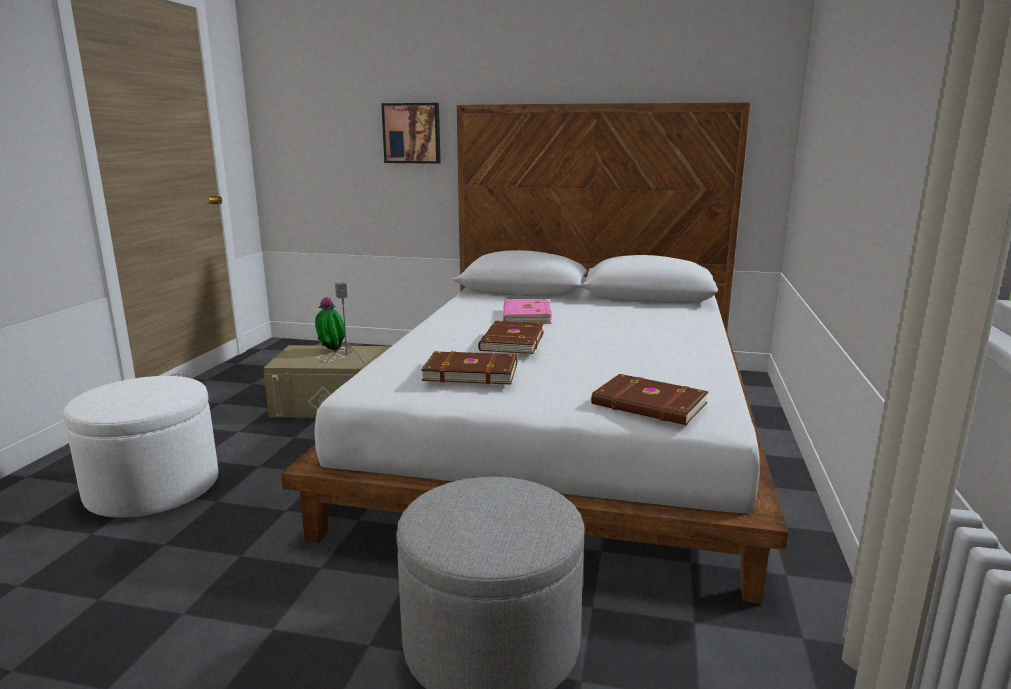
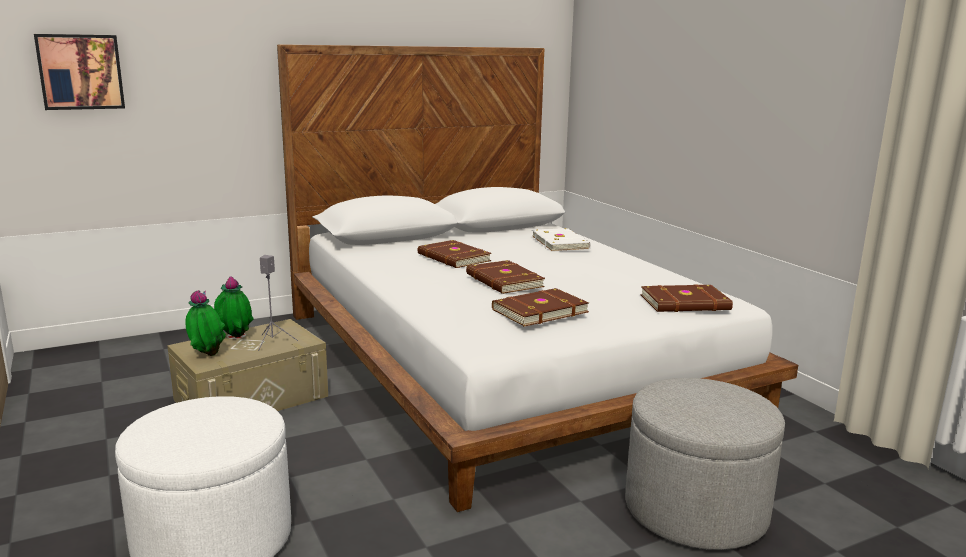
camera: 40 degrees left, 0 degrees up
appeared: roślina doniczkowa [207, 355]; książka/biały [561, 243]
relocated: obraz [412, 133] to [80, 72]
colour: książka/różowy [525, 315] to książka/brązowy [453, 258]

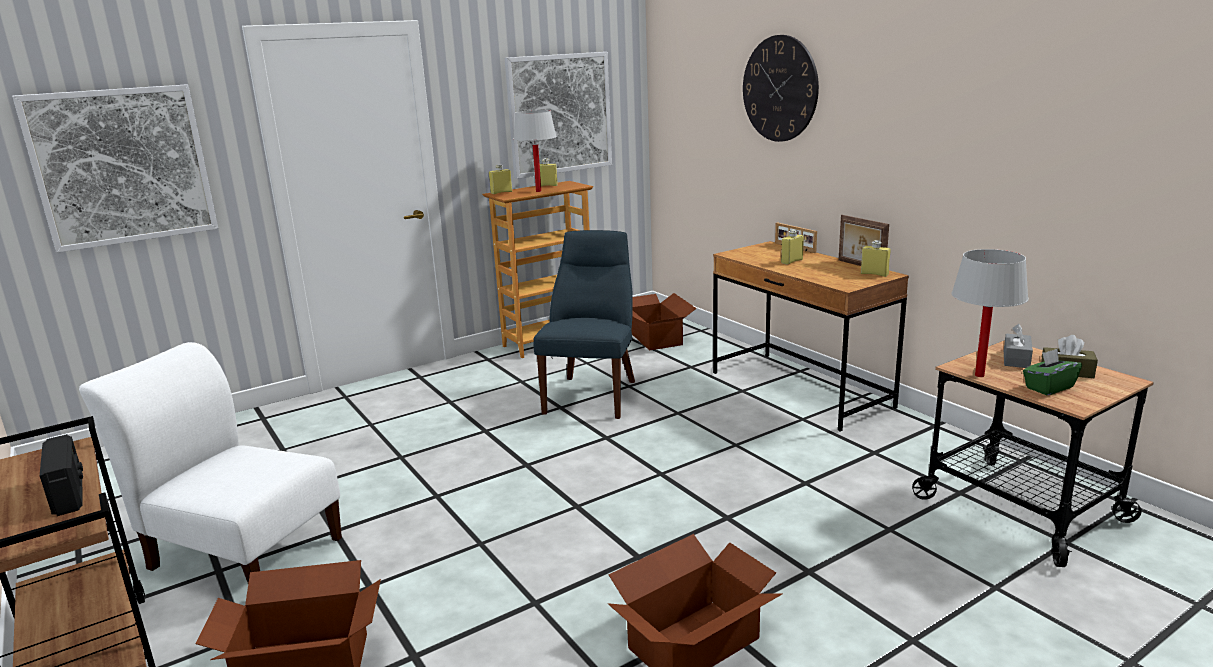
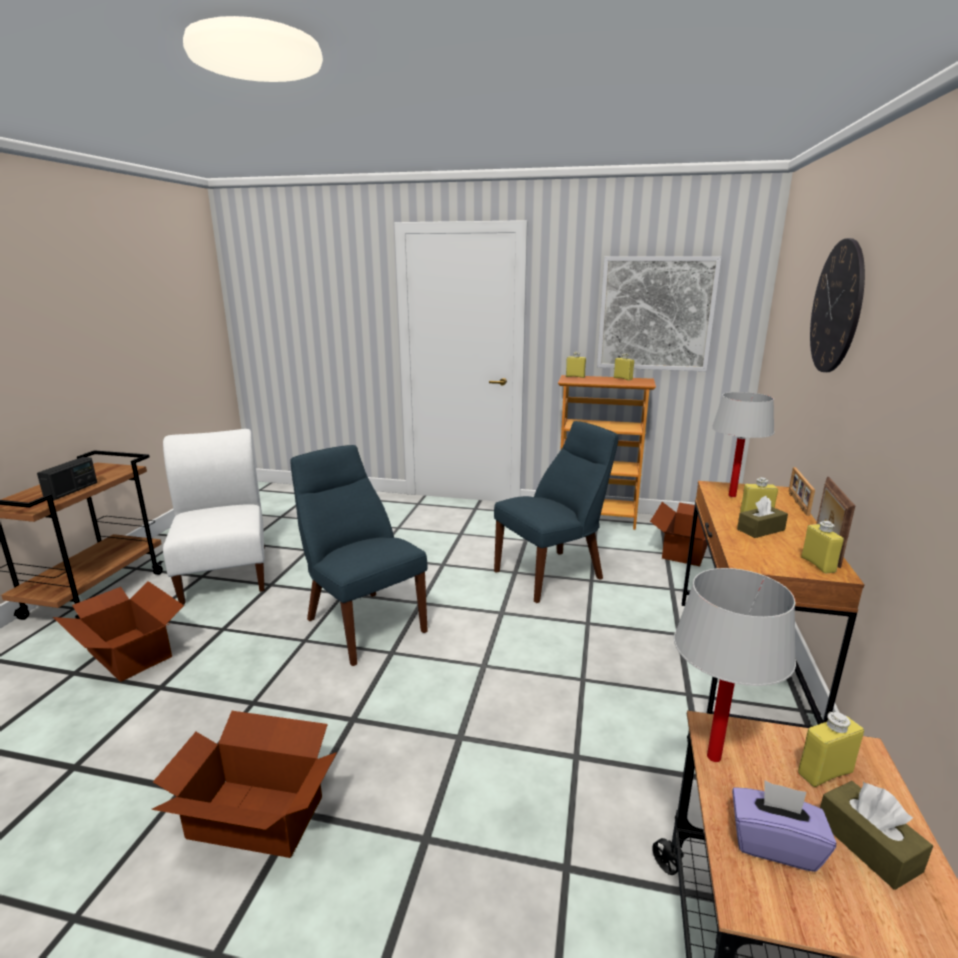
camera: 45 degrees right, 0 degrees up
missing: obraz [122, 166]
appeared: krzesło/niebieski [362, 623]; pudełko chusteczek/brązowy [760, 530]
relocated: lampa stołowa/biały [538, 191] to [732, 496]
exchanged: pudełko chusteczek/szary [1016, 359] to butelka/żółty [825, 772]
colour: pudełko chusteczek/zielony [1048, 387] to pudełko chusteczek/fioletowy [774, 843]

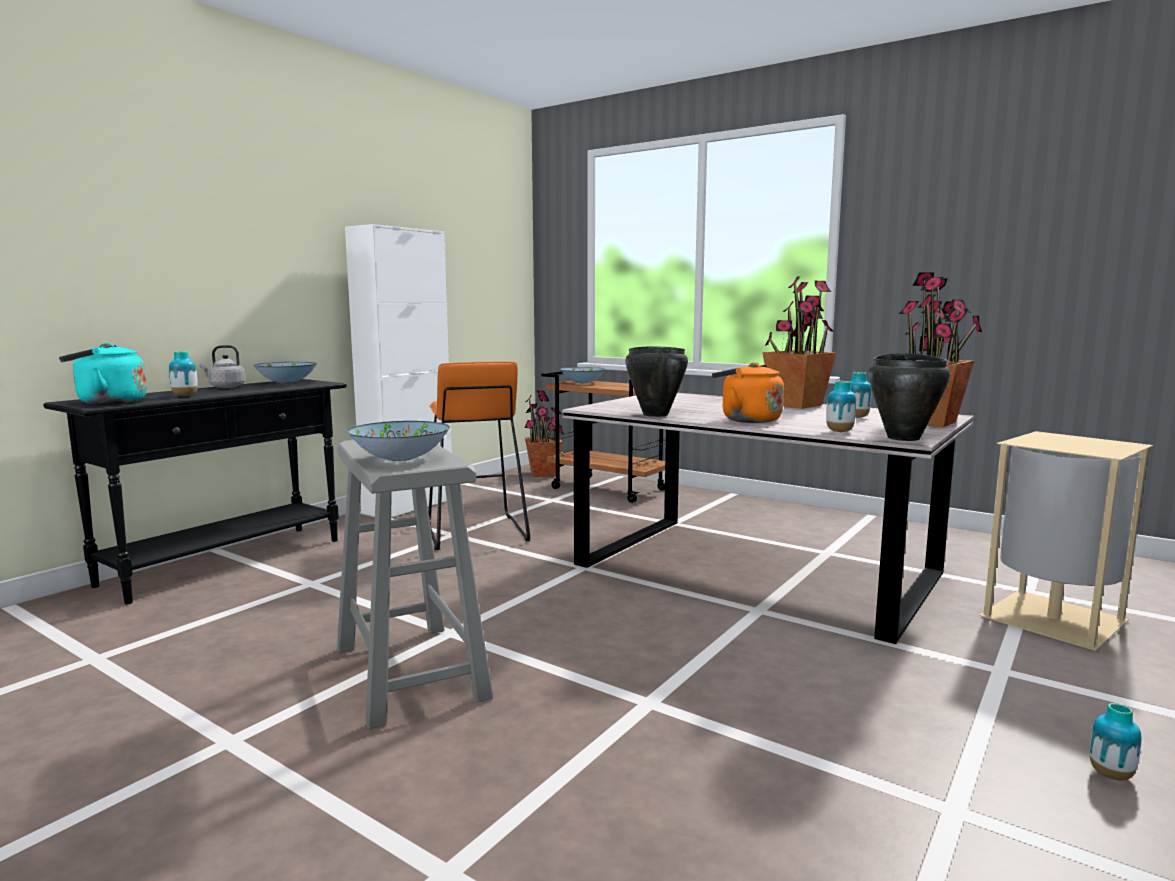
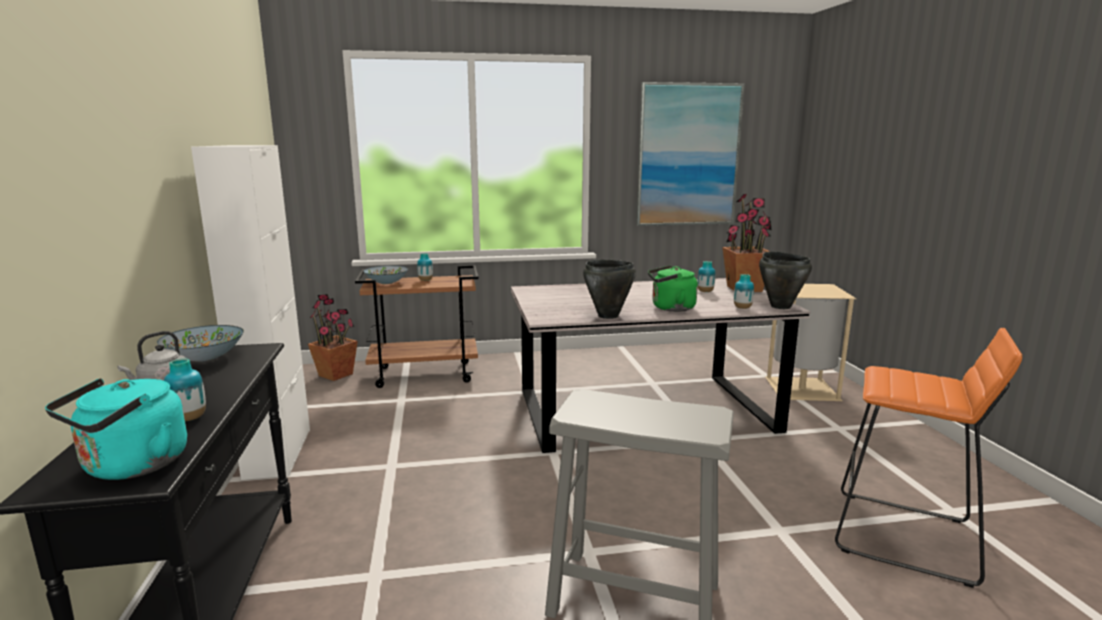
camera: 45 degrees left, 5 degrees up
missing: miska [400, 458]; roślina doniczkowa [796, 405]
appeared: obraz [688, 155]
relocated: stołek/pomarańczowy [475, 532] to [905, 537]; wazon [1110, 774] to [425, 280]
colour: czajnik/pomarańczowy [747, 420] to czajnik/zielony [670, 308]

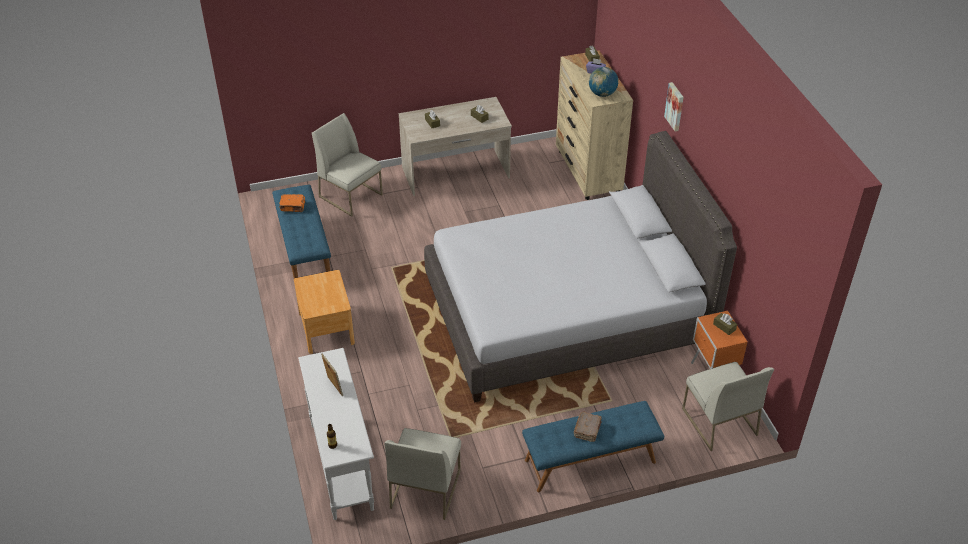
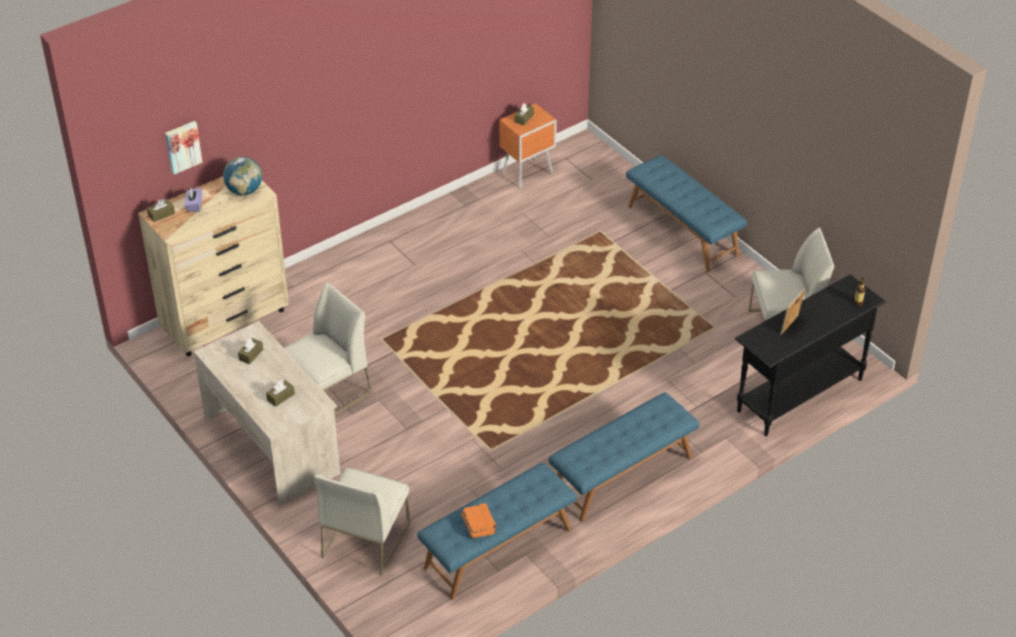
camera: 110 degrees left, 0 degrees up
missing: łóżko/szary [566, 314]; książka/brązowy [587, 430]
relocated: obraz [675, 106] to [182, 146]; krzesło/biały [718, 421] to [328, 392]
exchanged: szafka nocna/brązowy [326, 328] to ławka/niebieski [623, 475]
colour: stolik konsolowy/biały [342, 466] to stolik konsolowy/czarny [799, 395]

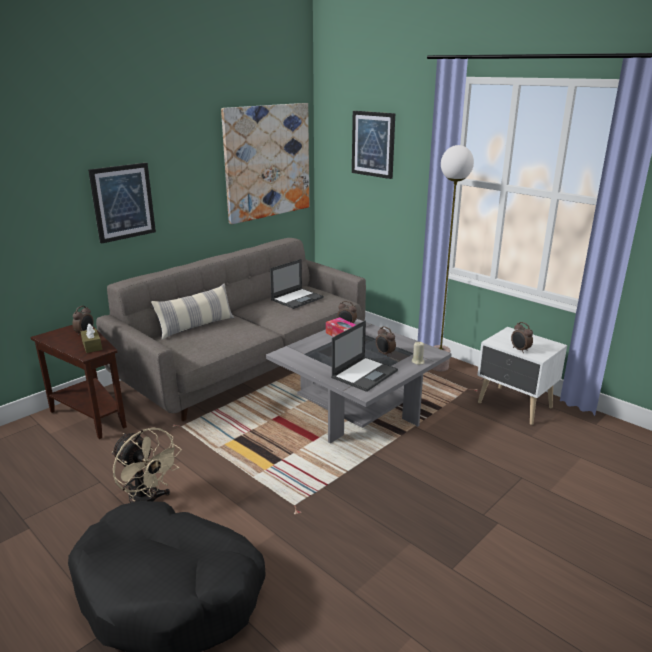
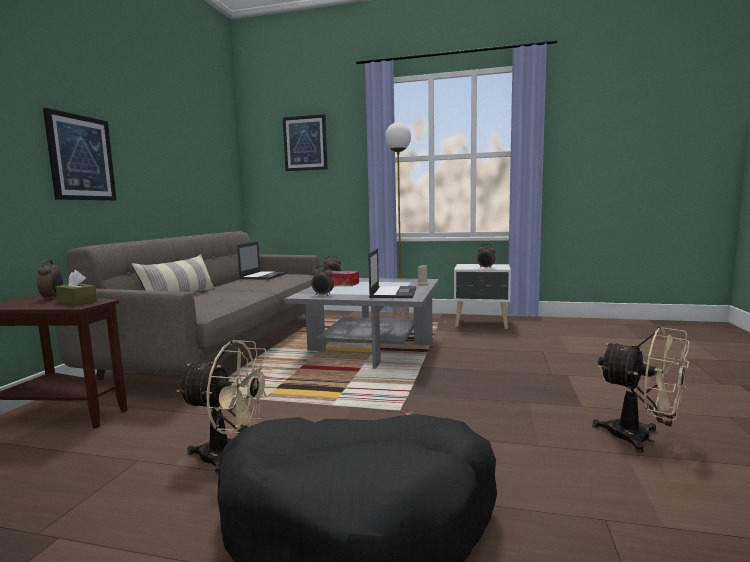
camera: 30 degrees left, 15 degrees down
missing: obraz [267, 162]
appeared: wentylator/beżowy [641, 439]
relocated: budzik [384, 354] to [323, 295]

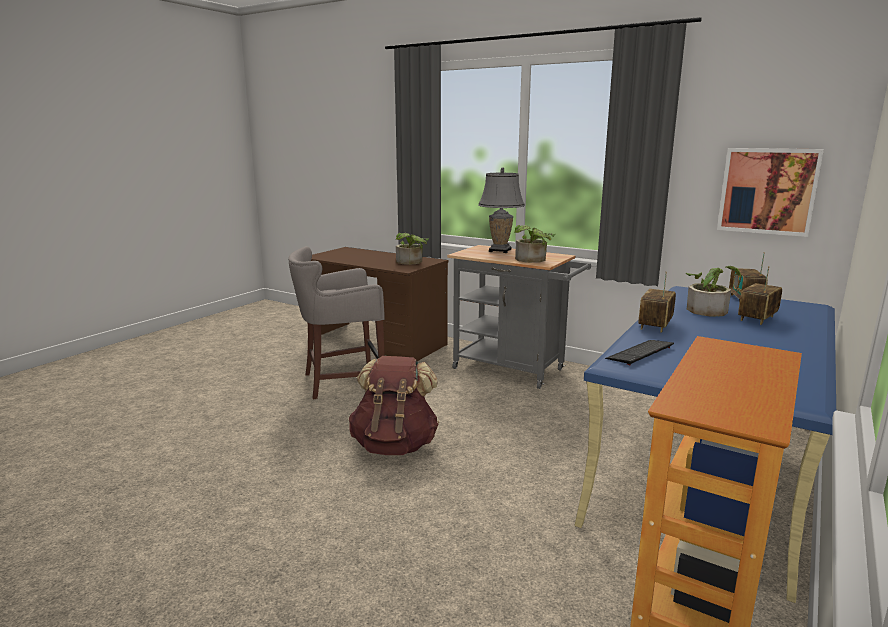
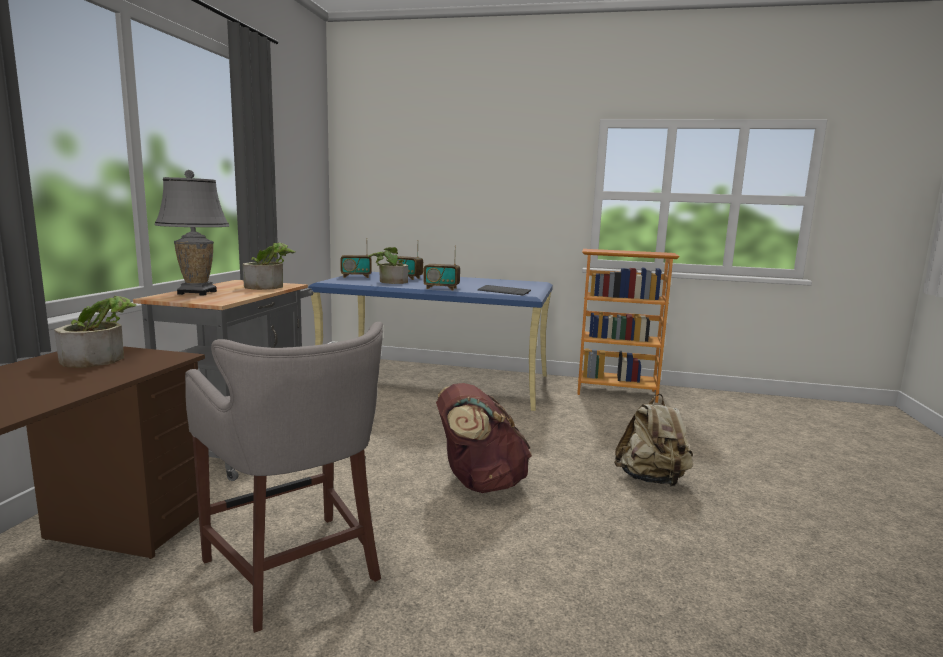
camera: 110 degrees left, 5 degrees down
missing: obraz [767, 191]
appeared: plecak/beżowy [651, 480]

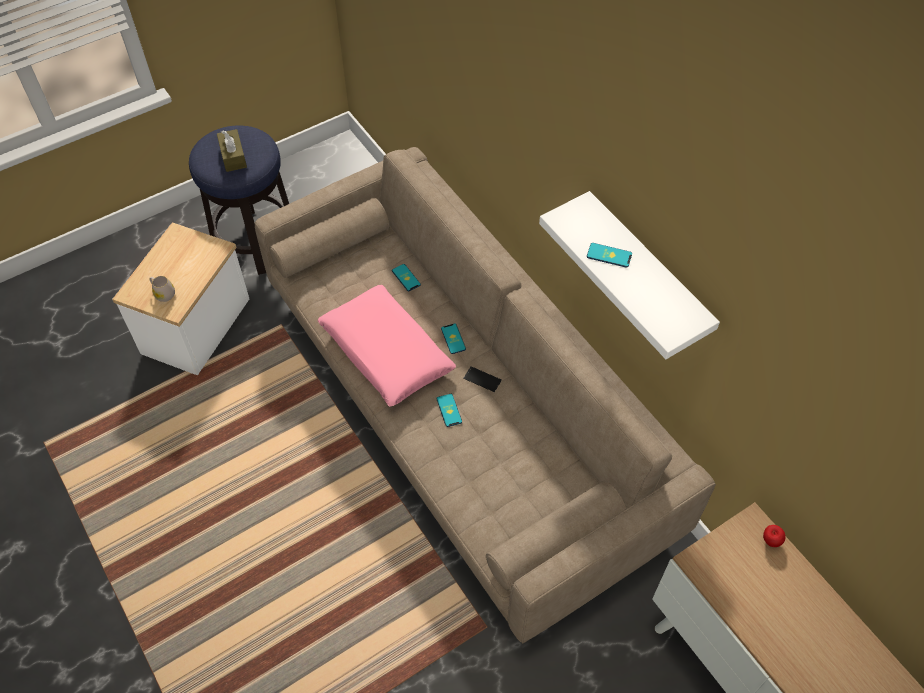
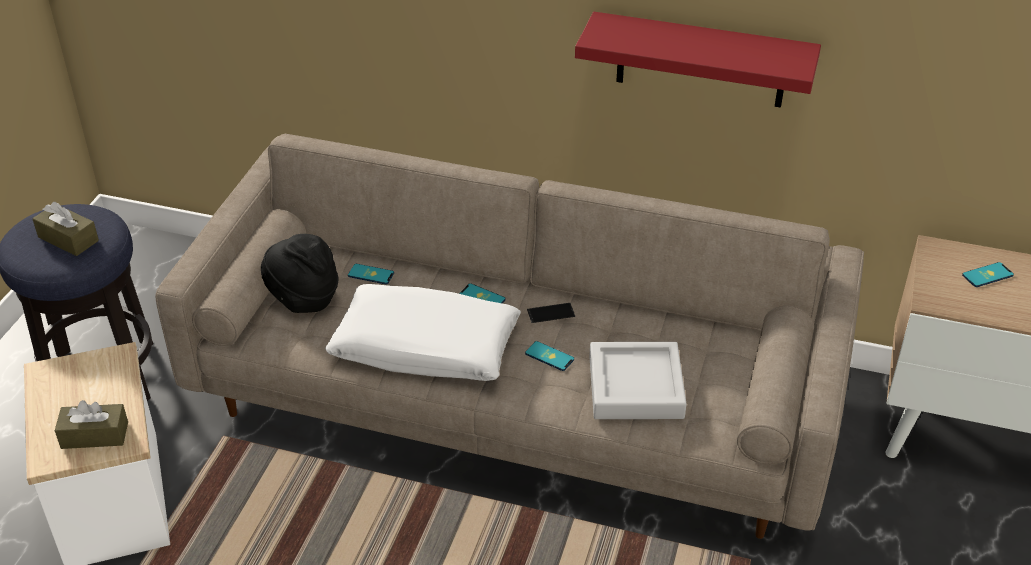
camera: 40 degrees left, 15 degrees down
missing: jabłko [770, 541]
appeared: kapelusz/czarny [303, 298]; taca/szary [635, 387]
relocated: telefon [609, 255] to [987, 275]
exchanged: kubek/biały [163, 294] to pudełko chusteczek/brązowy [94, 435]
colour: poduszka/różowy [386, 352] to poduszka/biały [425, 347]; półka/biały [646, 274] to półka/czerwony [701, 60]

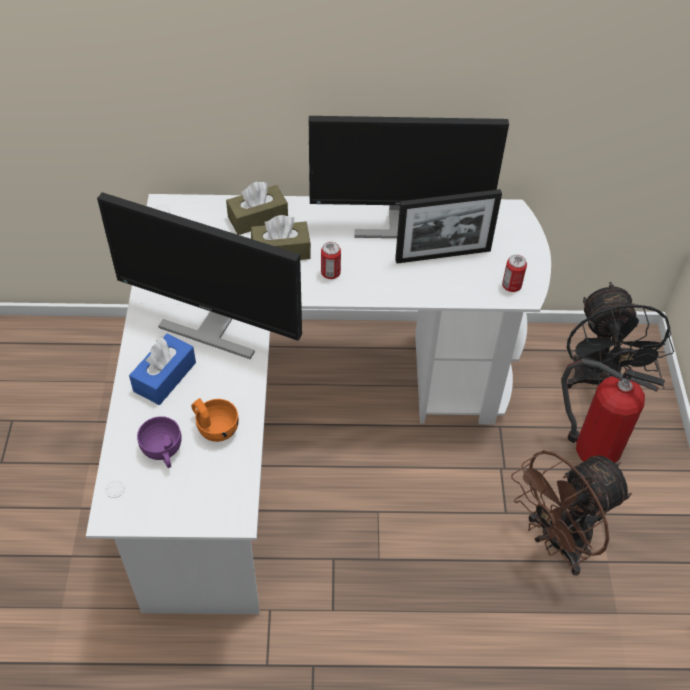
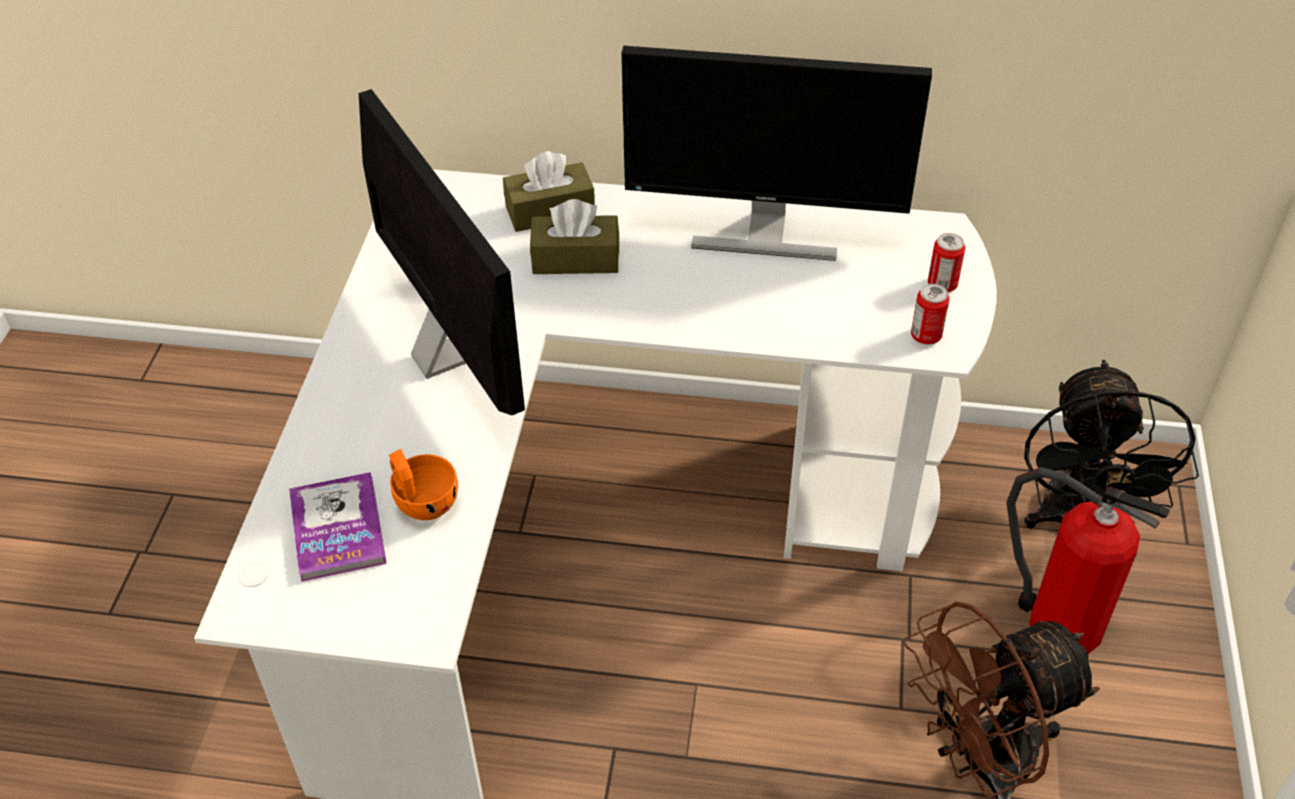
camera: 10 degrees right, 5 degrees down
missing: pudełko chusteczek/niebieski [165, 377]; ramka na zdjęcie [443, 255]
relocated: puszka [330, 273] to [942, 285]
exchanged: filiżanka/fioletowy [163, 452] to książka [337, 529]
spun: monitor [213, 327] = [450, 356] 150 degrees counterclockwise

